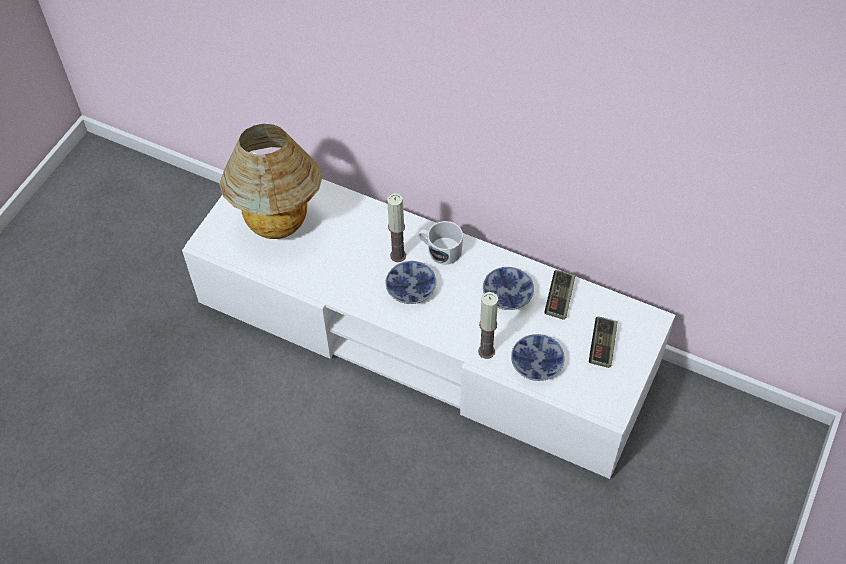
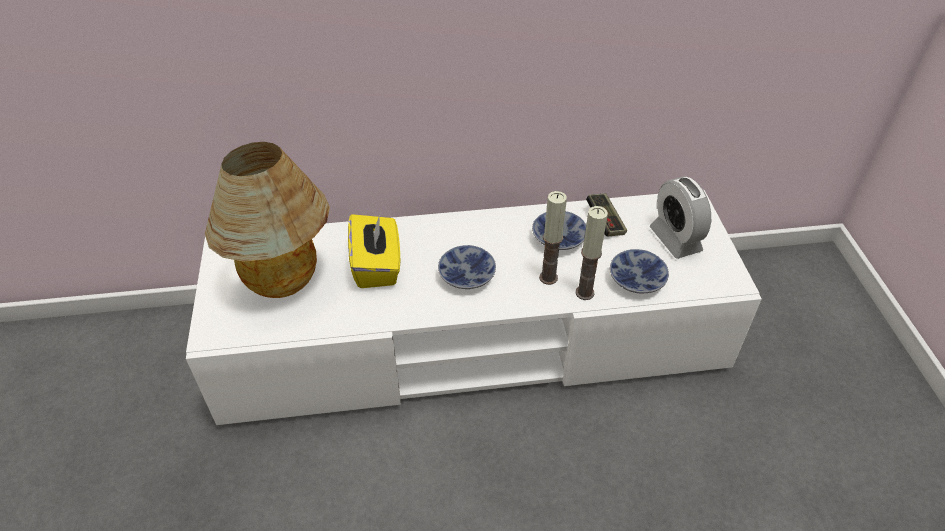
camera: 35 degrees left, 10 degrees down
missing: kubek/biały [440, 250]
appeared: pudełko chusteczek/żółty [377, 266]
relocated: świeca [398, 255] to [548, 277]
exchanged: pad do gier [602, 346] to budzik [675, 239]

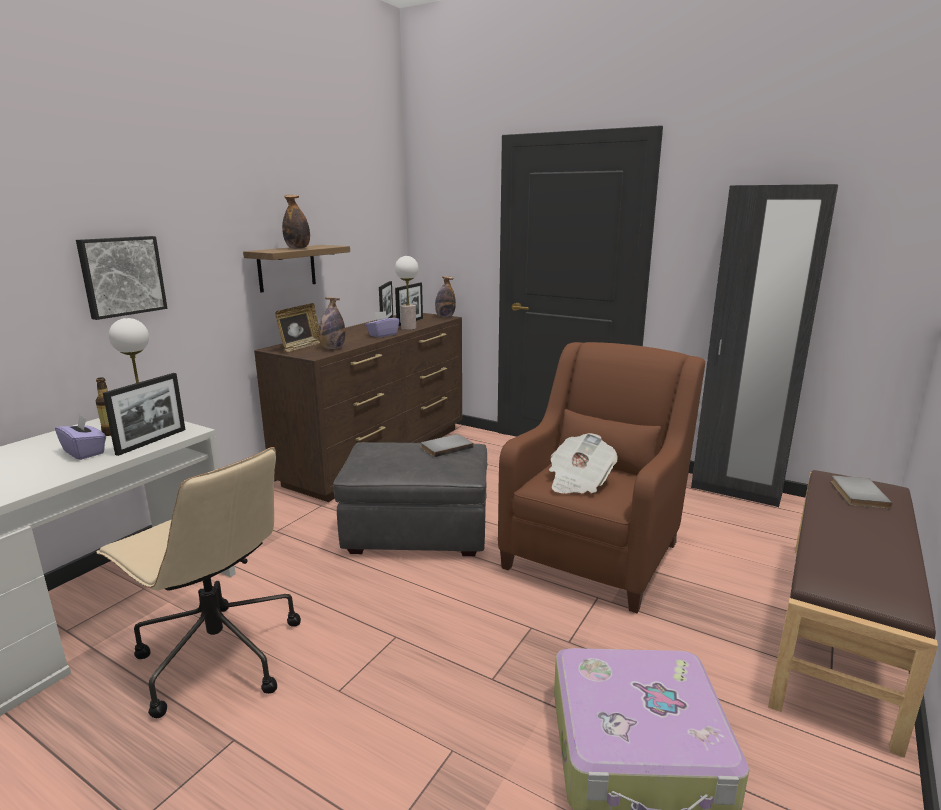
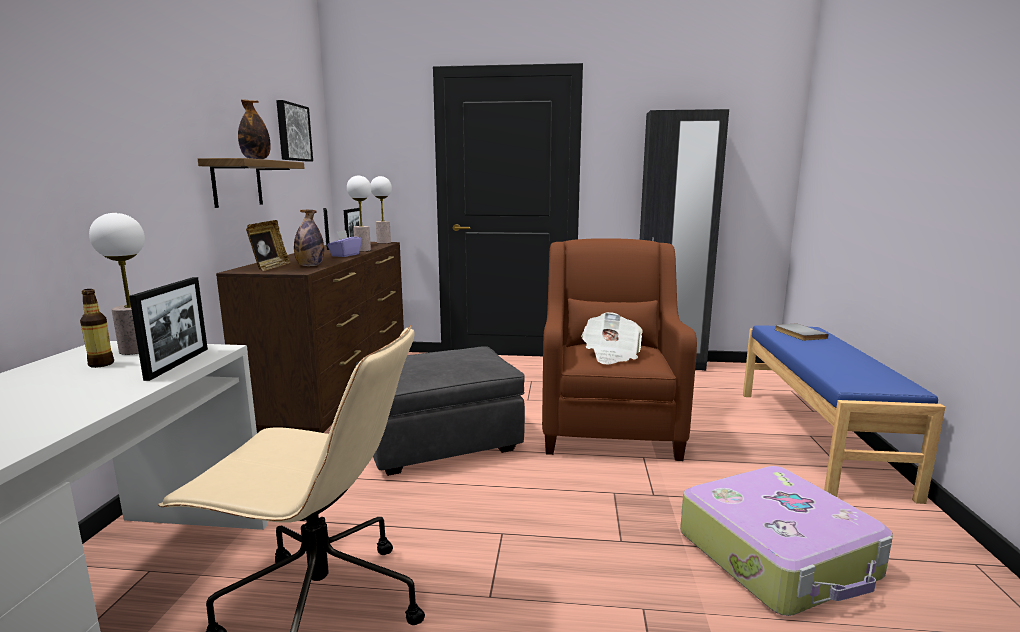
camera: 25 degrees left, 5 degrees down
missing: pudełko chusteczek/fioletowy [85, 452]; książka/szary [445, 447]
relocated: obraz [122, 276] to [292, 132]
exchanged: butelka [445, 317] to lampa stołowa [383, 242]
colour: ławka/brązowy [839, 631] to ławka/niebieski [817, 438]

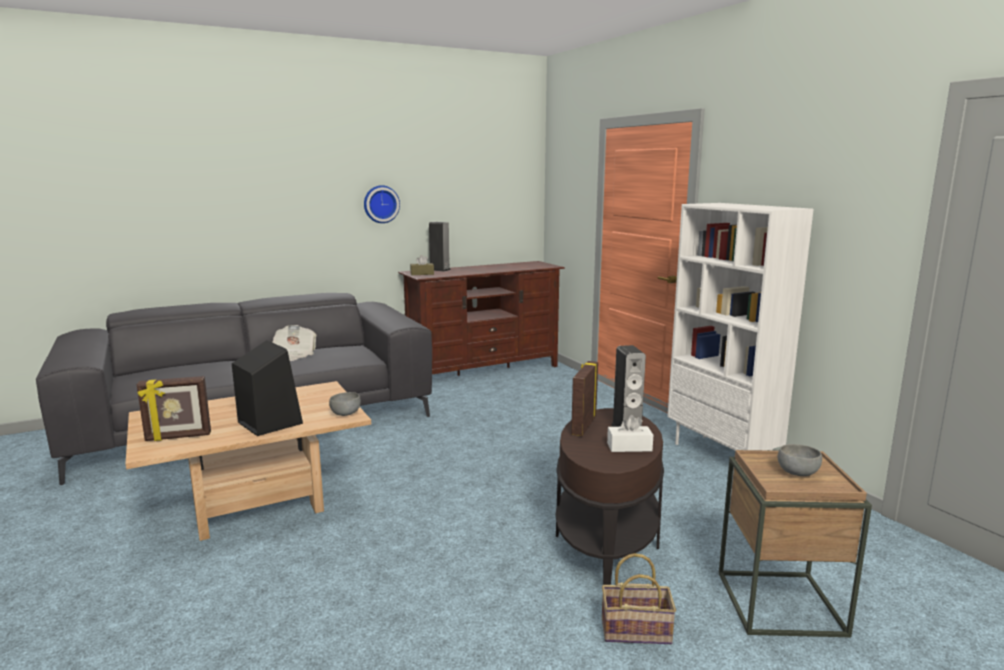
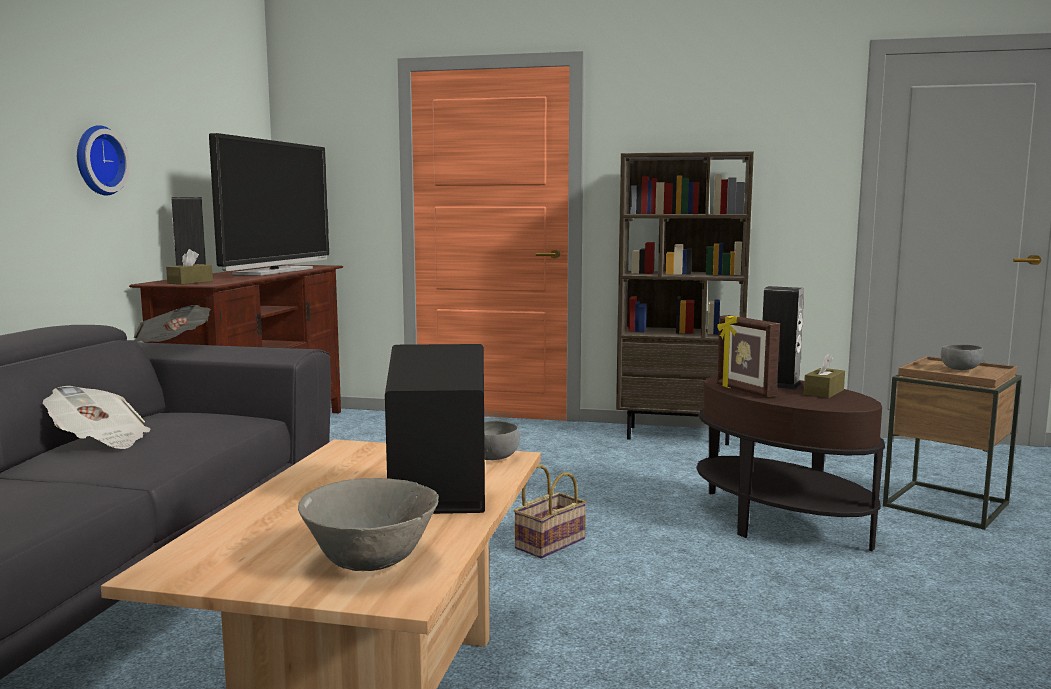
camera: 50 degrees left, 5 degrees down
appeared: gazeta [173, 345]; telewizor [274, 271]
relocated: koszyk [637, 630] to [550, 542]
exchanged: ramka na zdjęcie [178, 437] to miska/szary [371, 562]
colour: pudełko chusteczek/biały [629, 447] to pudełko chusteczek/brązowy [824, 392]; regał/biały [722, 455] to regał/brązowy [679, 435]

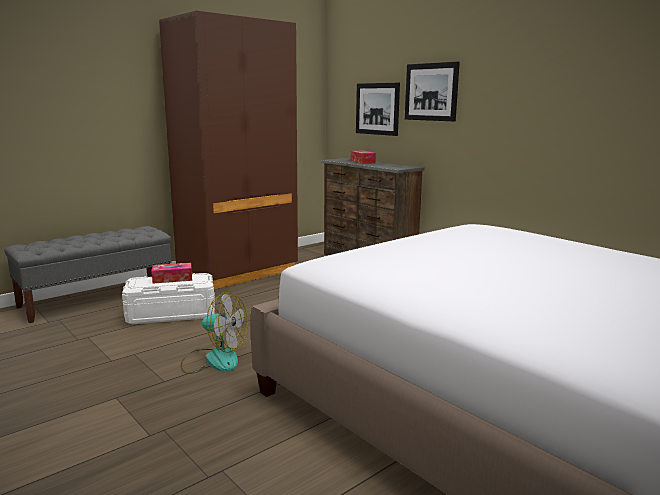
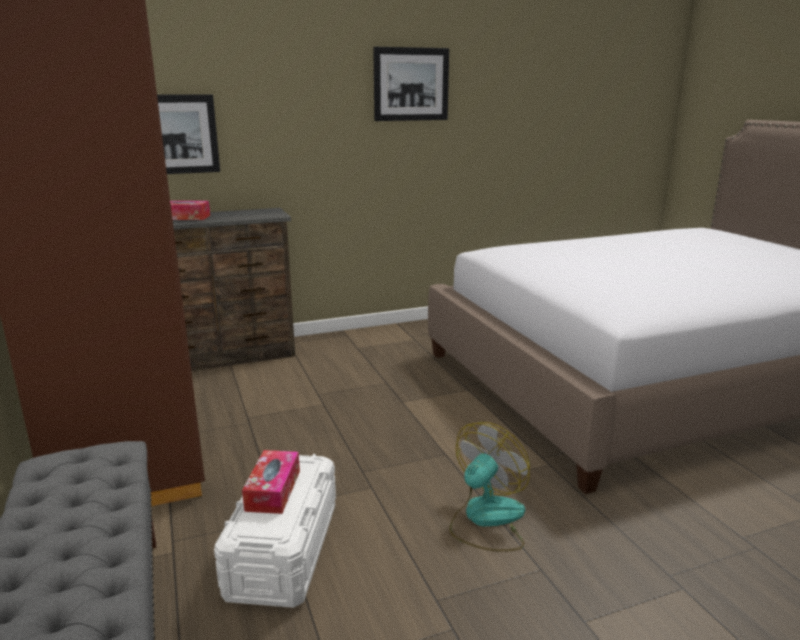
camera: 70 degrees left, 5 degrees up
relocated: obraz [431, 92] to [411, 84]

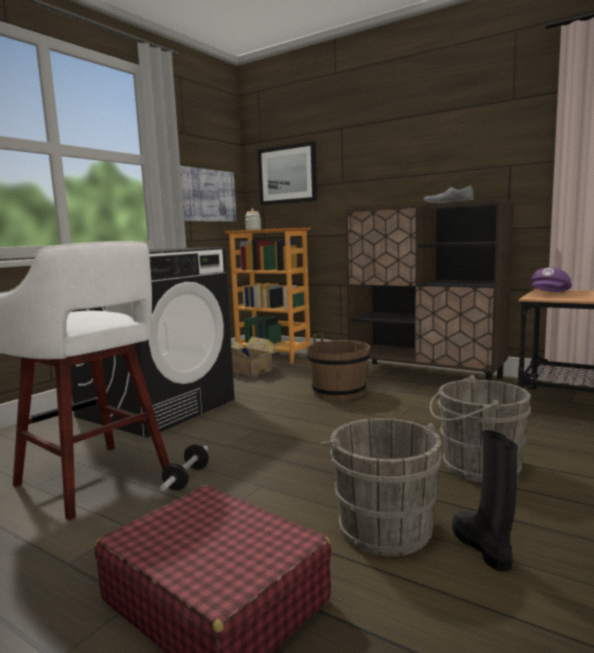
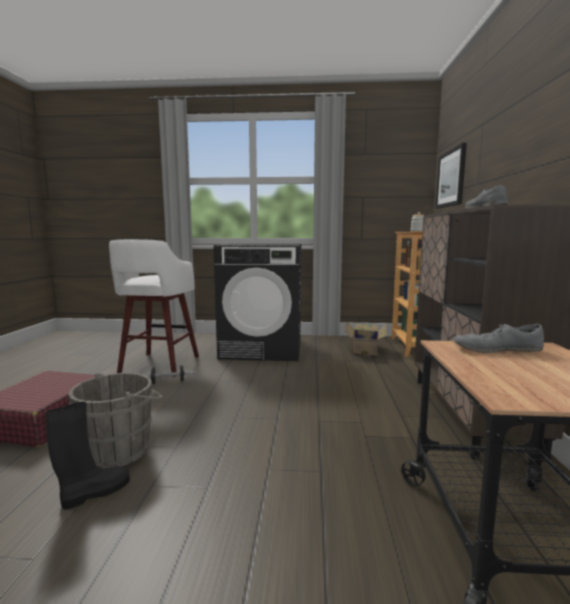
camera: 60 degrees right, 0 degrees up
missing: obraz [207, 195]; wiadro/brązowy [339, 392]; wiadro/szary [475, 466]
exchanged: czapka z daszkiem/fioletowy [549, 294] to but/szary [496, 349]

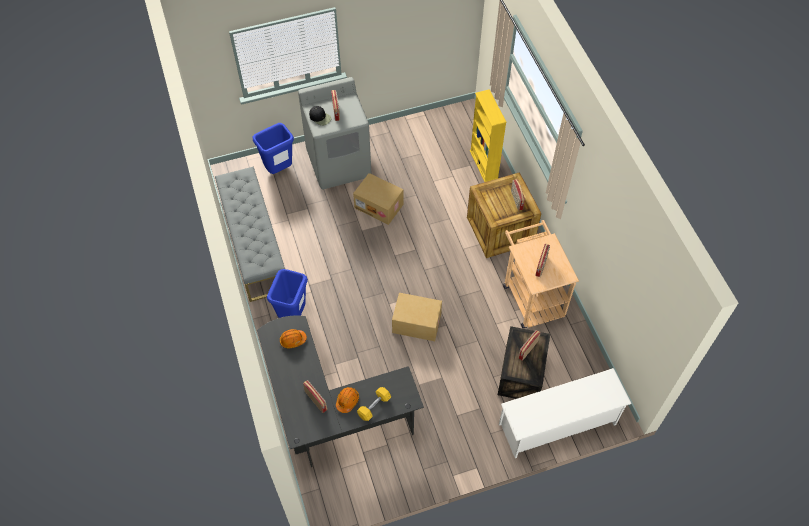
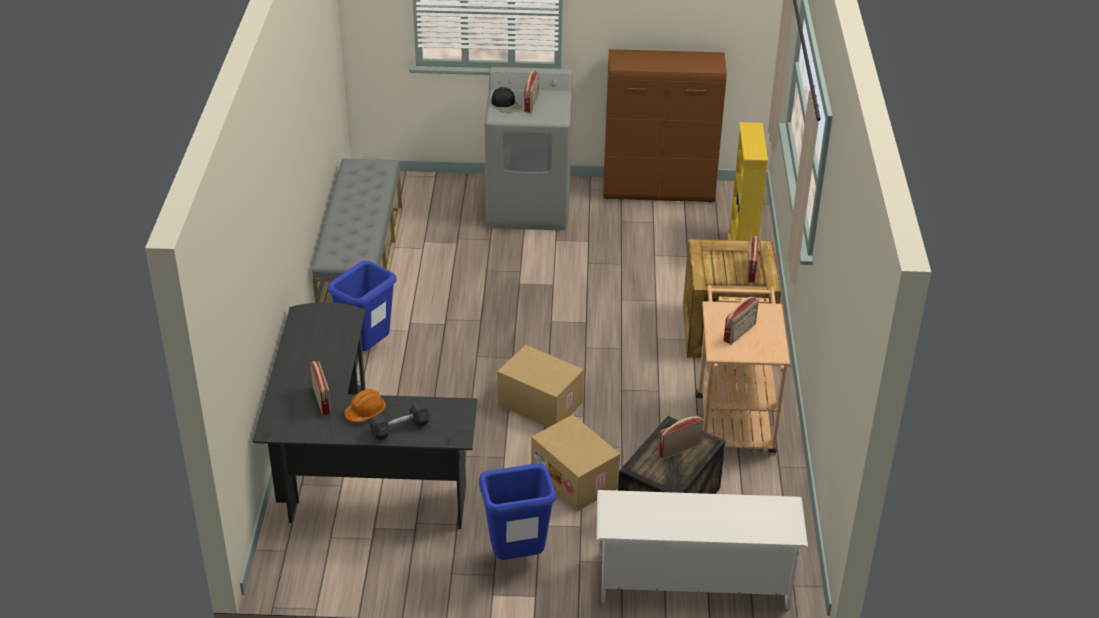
camera: 20 degrees right, 20 degrees down
missing: kask/pomarańczowy [293, 340]
appeared: szafka/brązowy [659, 191]
relocated: kosz na śmieci/niebieski [278, 170] to [516, 557]; karton [379, 206] to [576, 479]
colour: hantel/żółty [374, 406] to hantel/szary [400, 428]

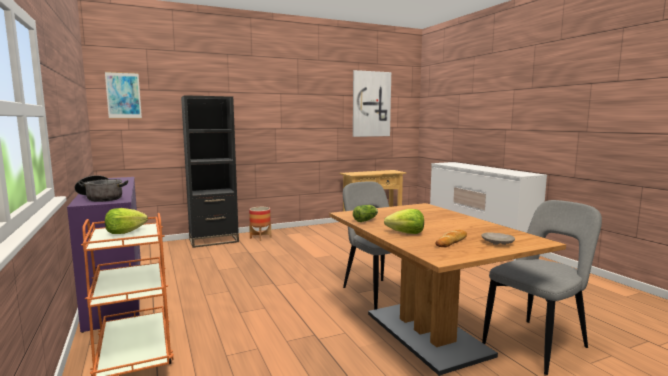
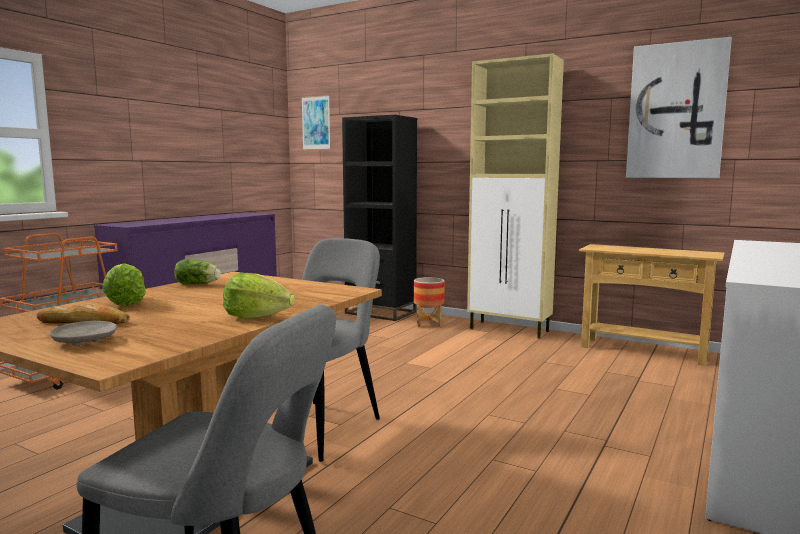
camera: 55 degrees right, 0 degrees up
missing: garnek [101, 198]
appeared: szafka/beżowy [510, 330]
relocated: sałata [125, 232] to [256, 317]

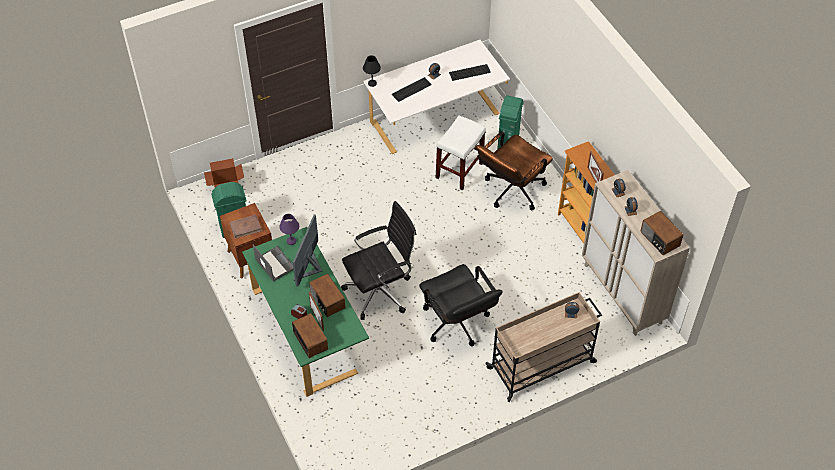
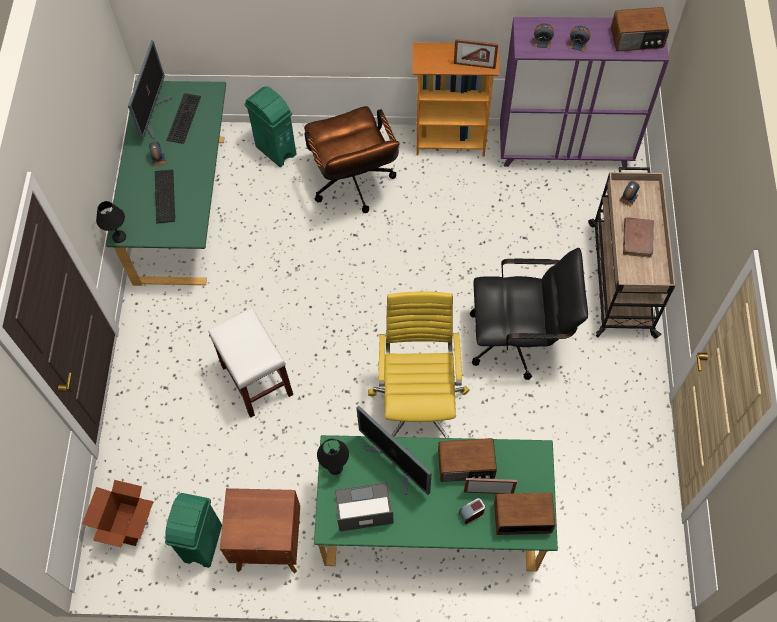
camera: 60 degrees left, 10 degrees up
appeared: monitor [152, 114]
relocated: książka/brązowy [246, 227] to [637, 238]; stołek/biały [459, 171] to [258, 381]
colour: lampa stołowa/fioletowy [291, 241] to lampa stołowa/czarny [336, 467]; krzesło biurowe/czarny [380, 291] to krzesło biurowe/żółty [419, 402]; biurko/biały [436, 120] to biurko/zielony [185, 209]; szafka/beżowy [622, 294] to szafka/fioletowy [564, 150]

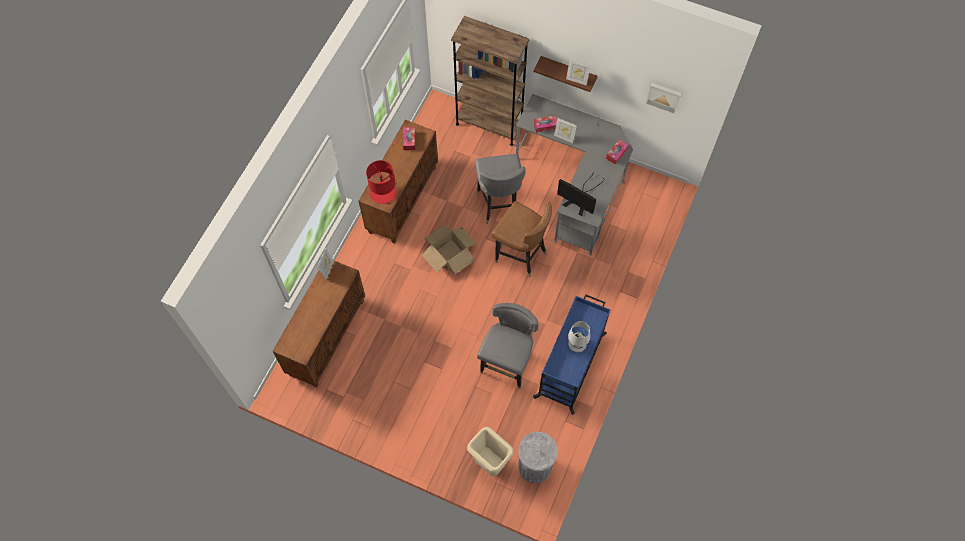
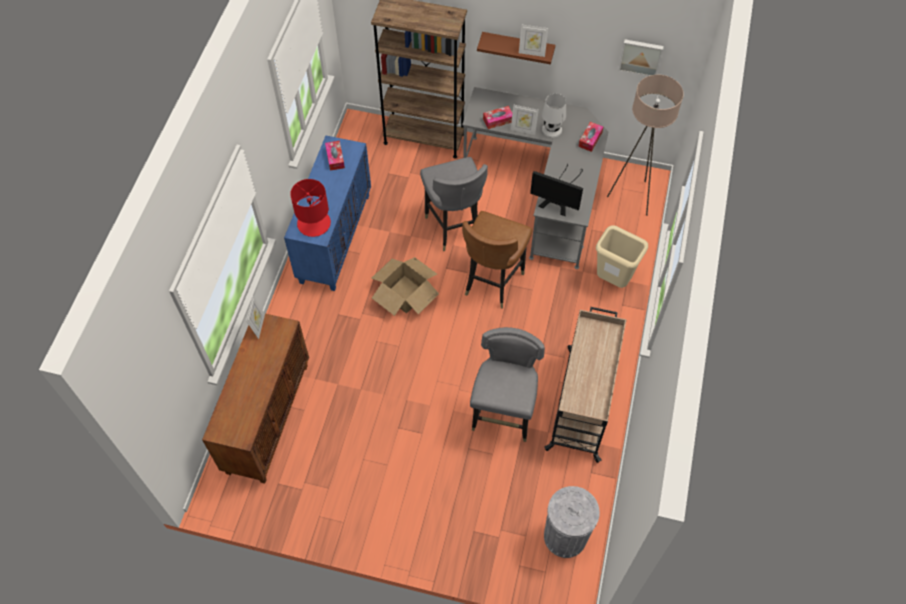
camera: 10 degrees left, 5 degrees down
appeared: lampa stojąca/beżowy [632, 197]
relocated: kosz na śmieci/beżowy [490, 464] to [613, 281]; lampa stołowa/biały [577, 343] to [551, 129]
colour: szafka/brązowy [402, 199] to szafka/niebieski [334, 237]; wózek/niebieski [571, 365] to wózek/beżowy [582, 402]
spun: krzesło/brązowy [520, 255] = [492, 281] 90 degrees clockwise

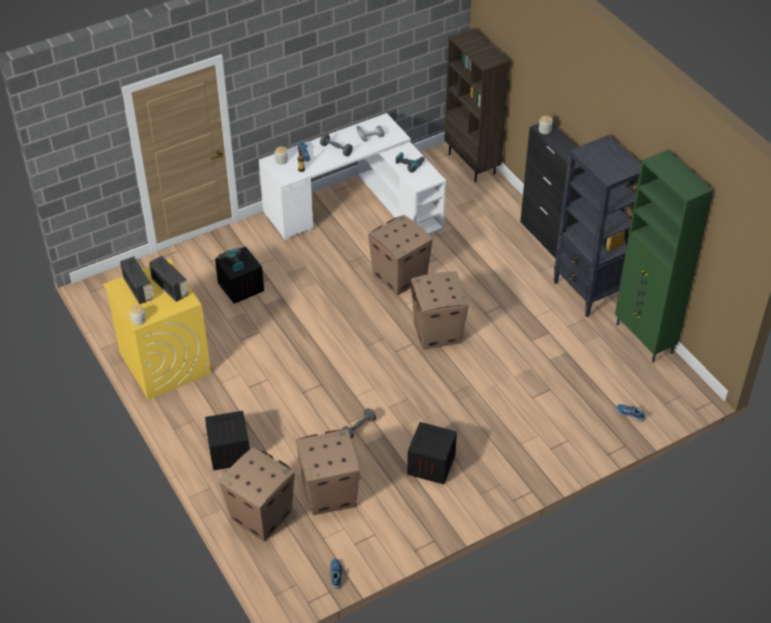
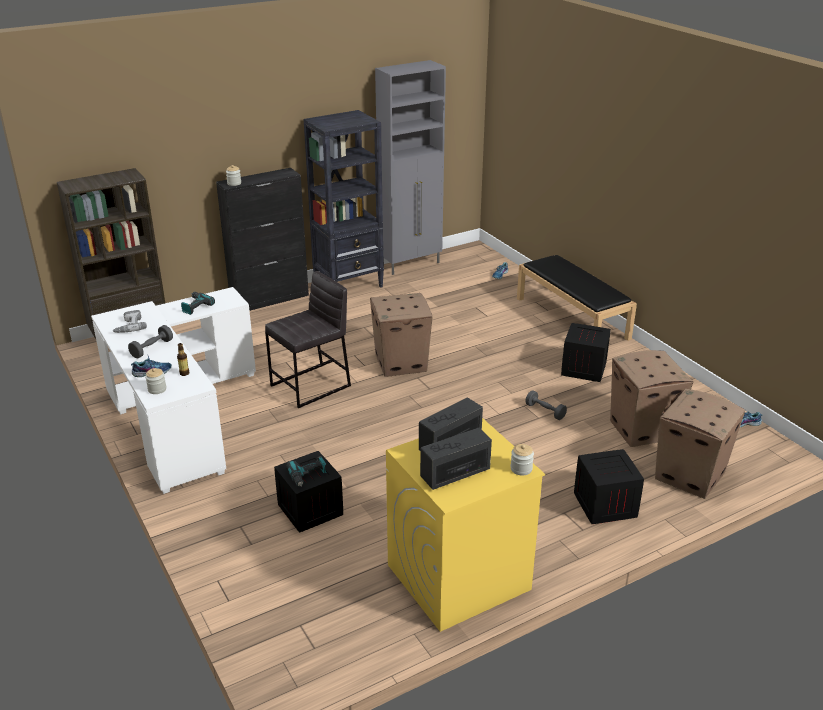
camera: 90 degrees left, 15 degrees down
appeared: ławka/czarny [572, 318]
exchanged: karton [399, 277] to stołek/szary [311, 386]
colour: szafka/zielony [644, 339] to szafka/szary [411, 264]

